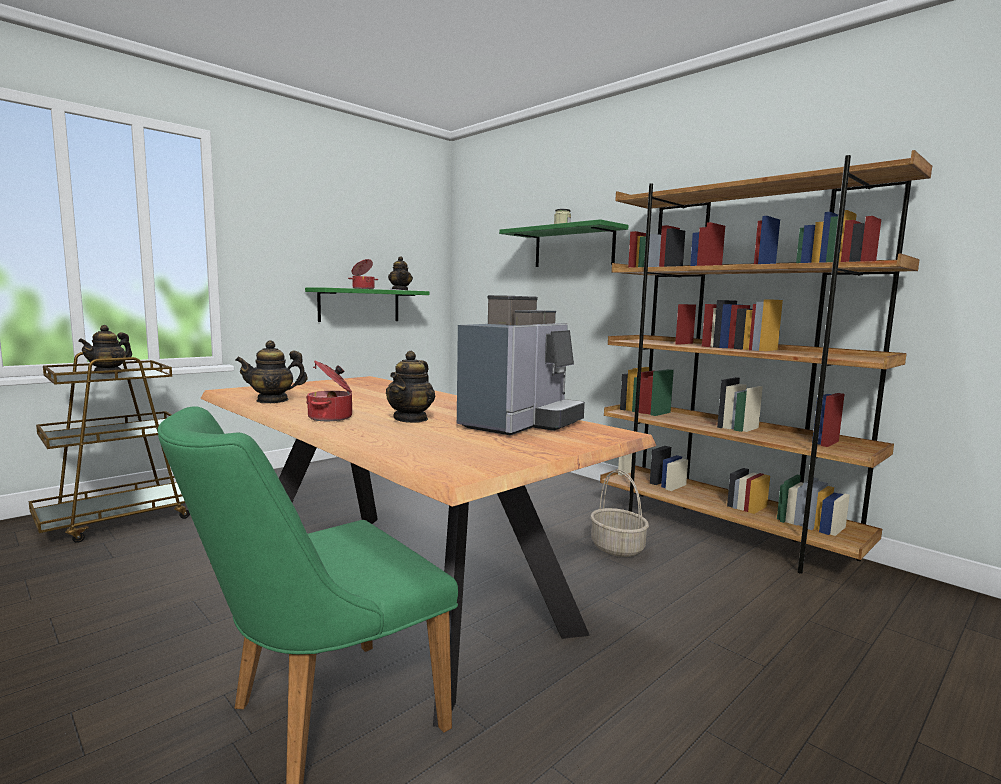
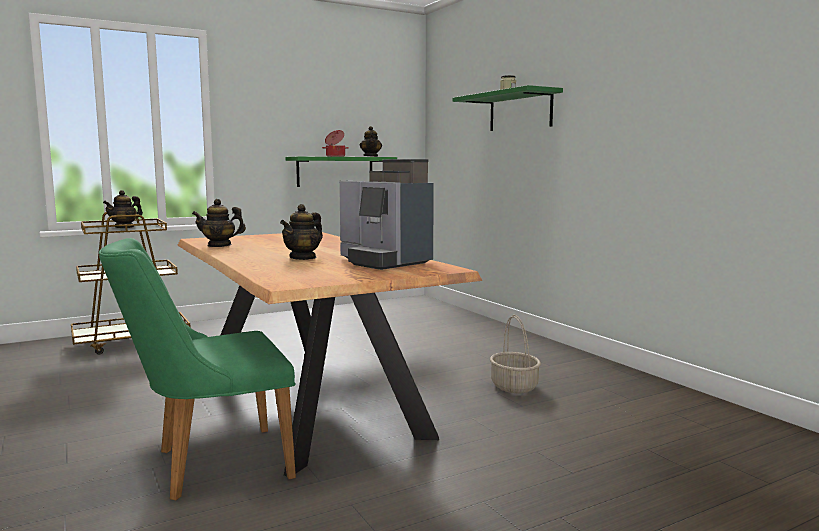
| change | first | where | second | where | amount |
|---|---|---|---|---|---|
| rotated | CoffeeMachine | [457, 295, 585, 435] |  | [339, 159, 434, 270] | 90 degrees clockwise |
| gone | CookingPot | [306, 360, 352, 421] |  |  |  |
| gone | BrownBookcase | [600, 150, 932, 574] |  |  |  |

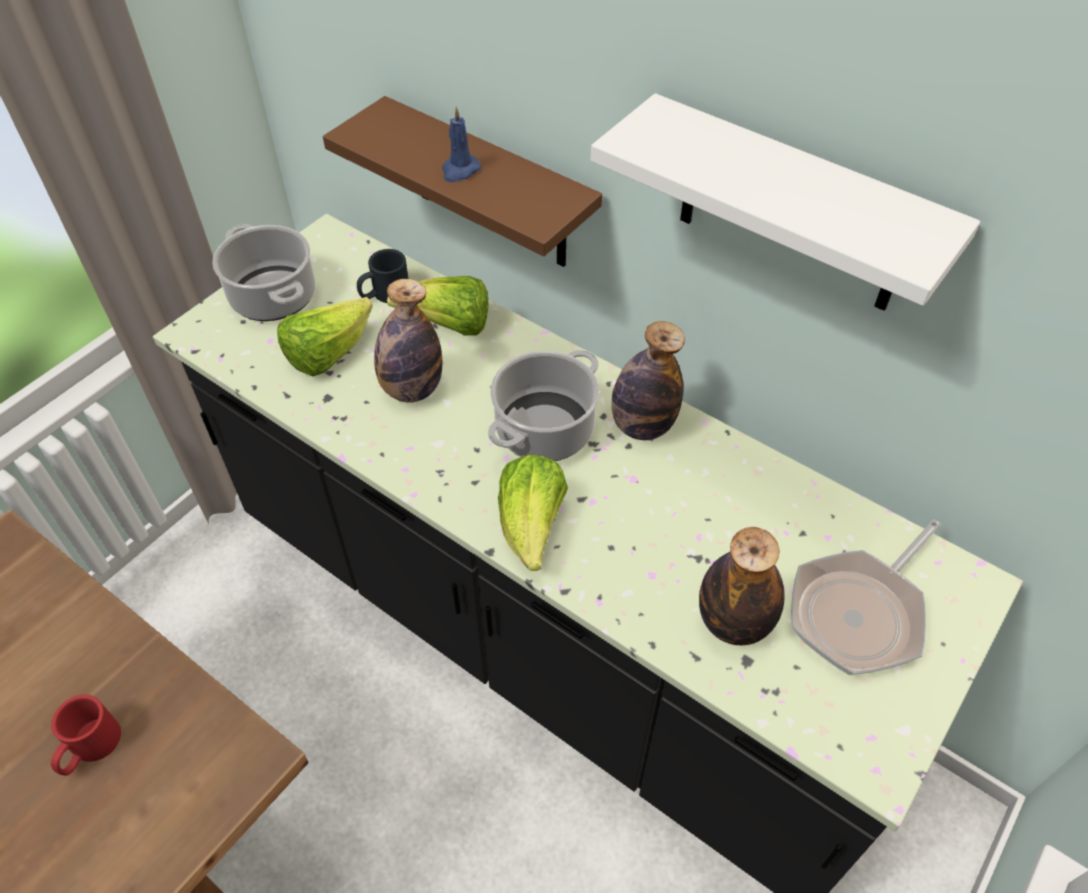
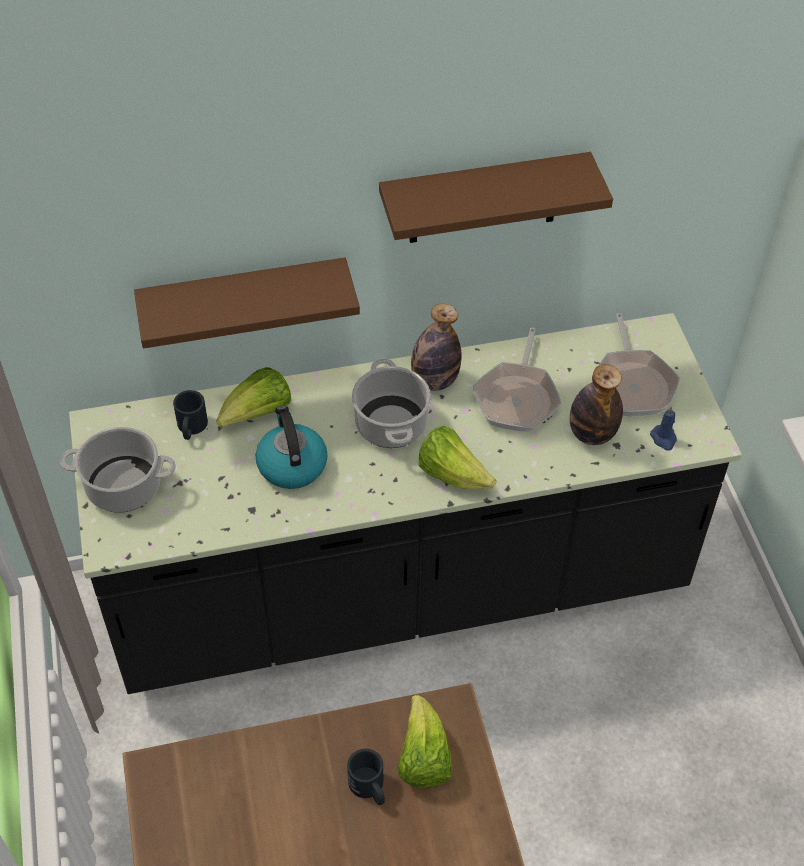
| change | first | where | second | where | amount |
|---|---|---|---|---|---|
| swapped | Bottle | [374, 279, 442, 403] | Kettle | [256, 406, 328, 489] |  |
| repainted | RedMug | [51, 694, 121, 776] | BlackMug | [347, 749, 385, 805] |  |
| repainted | WhiteShelf | [591, 93, 980, 311] | BrownShelf | [379, 152, 613, 243] |  |
| shifted | Lettuce | [277, 297, 373, 376] |  | [397, 695, 453, 789] |  |
| new |  |  | FryingPan | [473, 328, 562, 432] |  |
| shifted | BlueCandle | [442, 107, 481, 182] |  | [650, 406, 677, 450] |  |

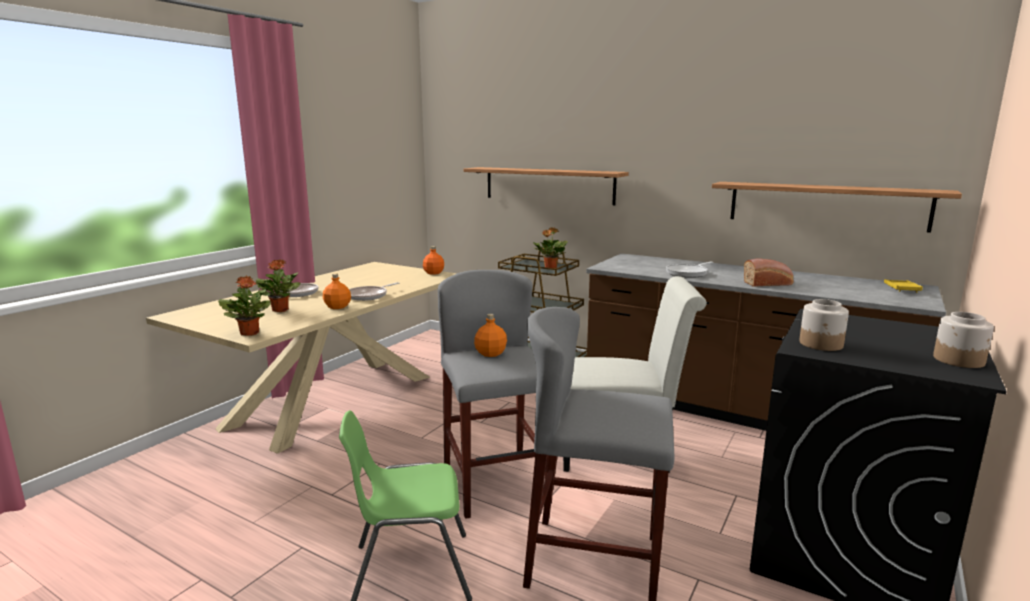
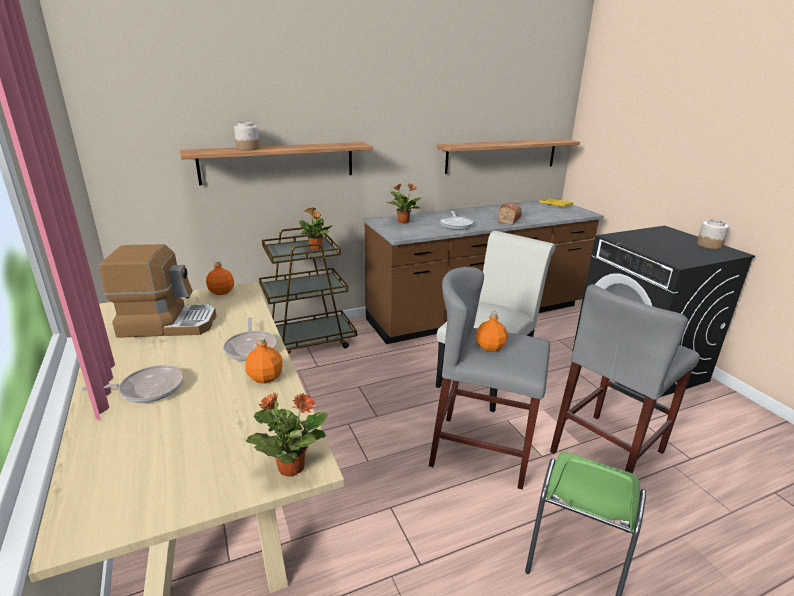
| change | first | where | second | where | amount |
|---|---|---|---|---|---|
| new |  |  | CoffeeMachine | [99, 244, 216, 338] |  |
| shifted | Jar | [799, 299, 849, 351] |  | [234, 122, 260, 151] |  |
| shifted | PottedPlant | [256, 259, 300, 312] |  | [386, 183, 422, 223] |  |

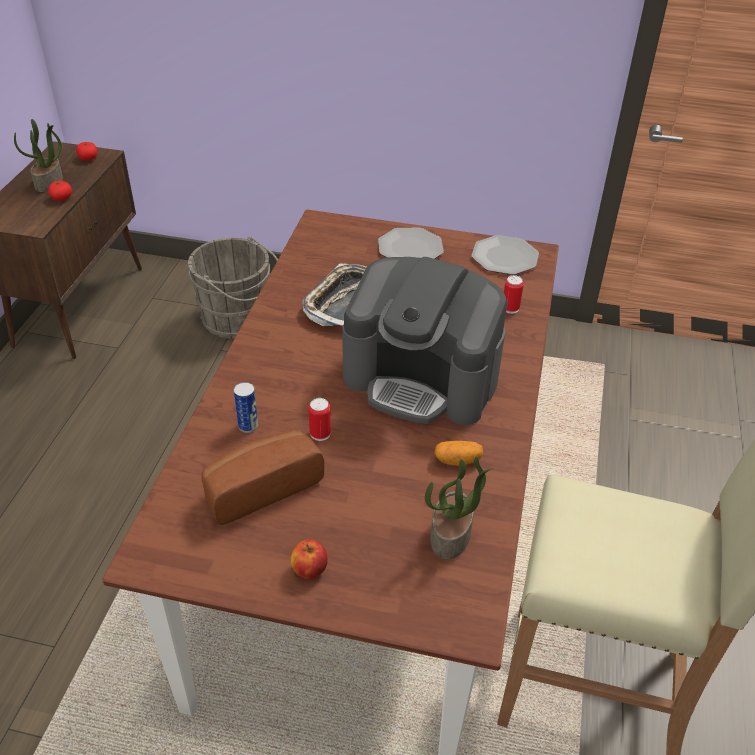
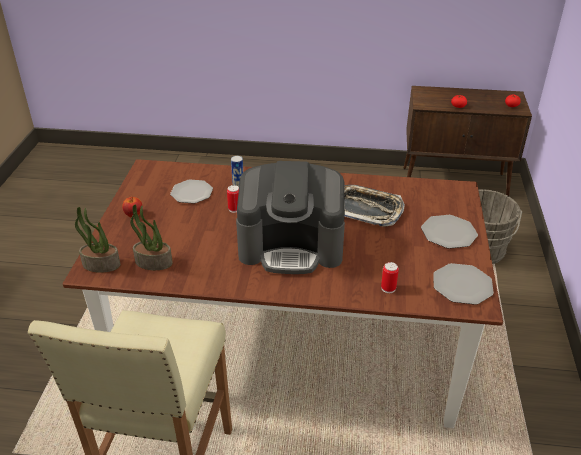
| change | first | where | second | where | amount |
|---|---|---|---|---|---|
| shifted | PottedPlant | [14, 119, 63, 192] |  | [75, 207, 120, 273] |  |
| swapped | Bread | [201, 430, 324, 525] | Plate | [170, 179, 213, 203] |  |
| rotated | CoffeeMachine | [342, 257, 507, 425] |  | [236, 161, 345, 274] | 105 degrees counterclockwise |
| gone | Potato | [434, 441, 484, 466] |  |  |  |

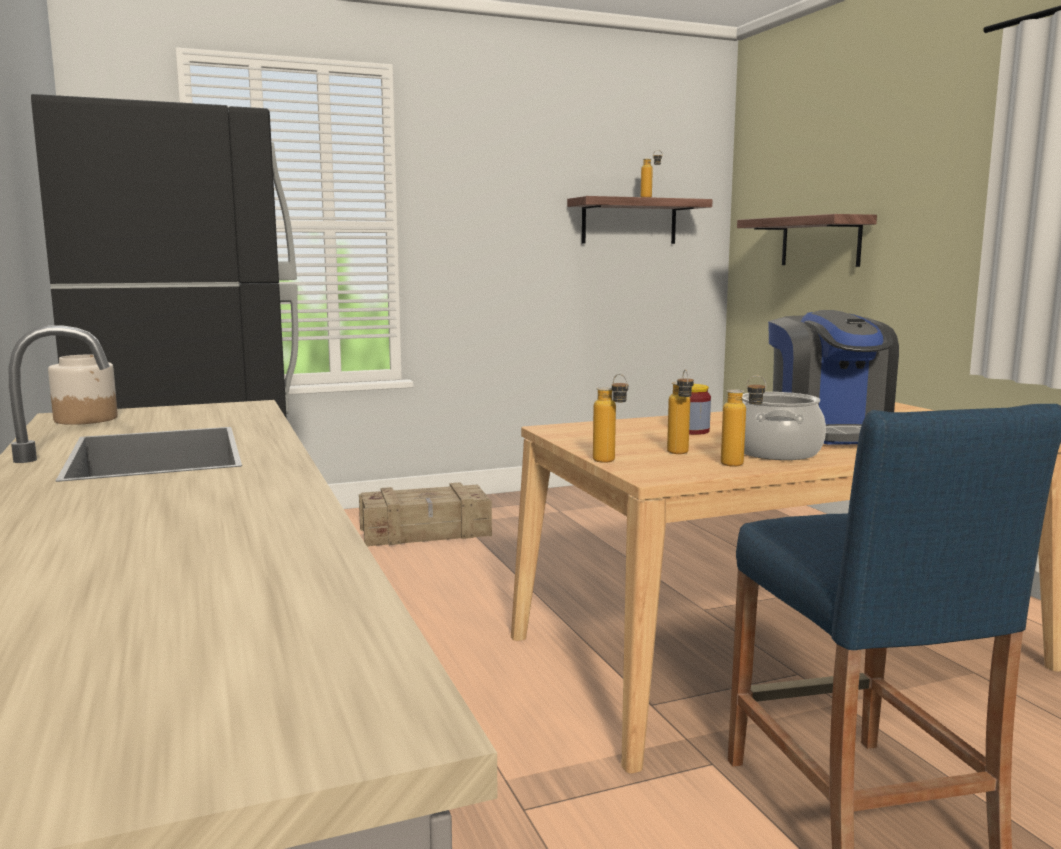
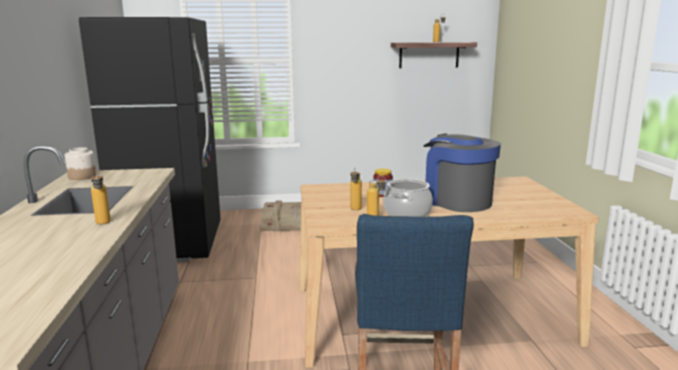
| change | first | where | second | where | amount |
|---|---|---|---|---|---|
| shifted | Bottle | [593, 374, 628, 463] |  | [91, 172, 111, 224] |  |
| rotated | CoffeeMachine | [768, 310, 899, 445] |  | [423, 134, 501, 212] | 135 degrees clockwise |
| gone | Shelf | [737, 214, 877, 267] |  |  |  |

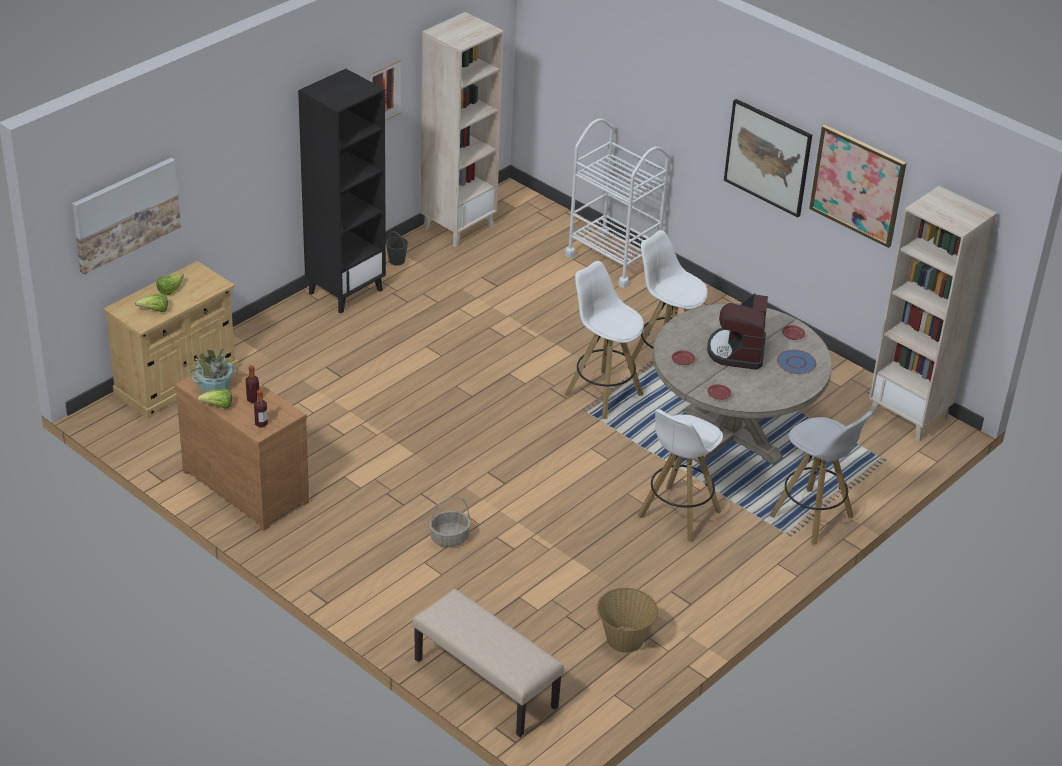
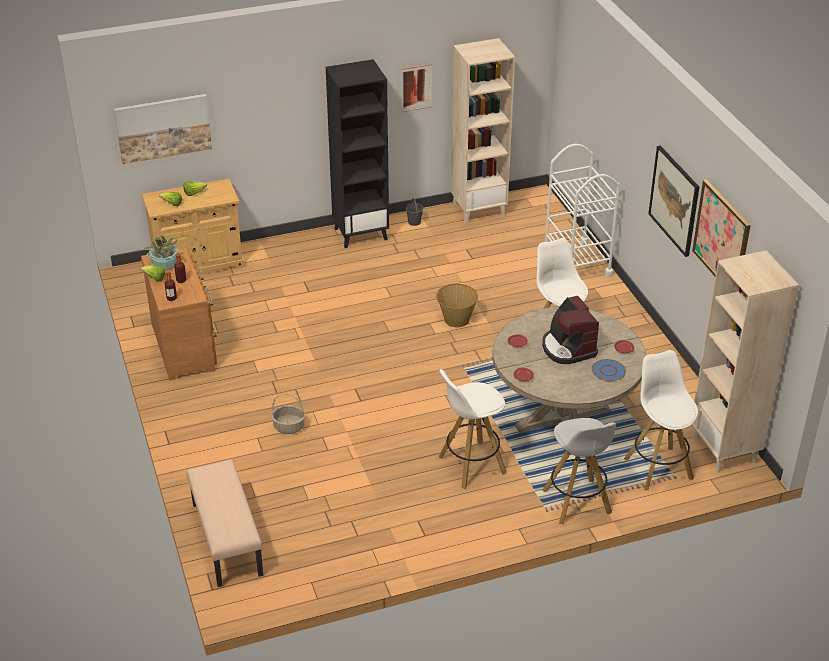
| change | first | where | second | where | amount |
|---|---|---|---|---|---|
| shifted | Basket | [597, 588, 658, 653] |  | [436, 284, 478, 327] |  |
| rotated | CoffeeMachine | [707, 294, 768, 370] |  | [542, 296, 599, 364] | 60 degrees counterclockwise |
| shifted | WhiteStool | [565, 261, 644, 419] |  | [624, 350, 698, 491] |  |

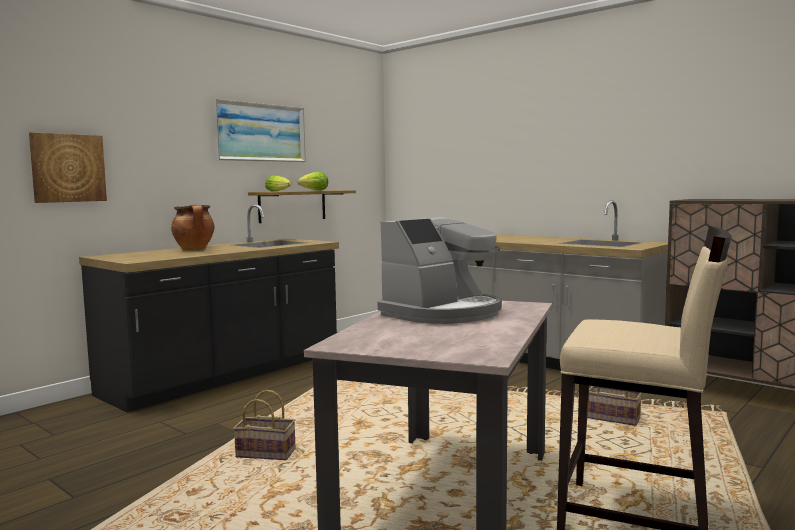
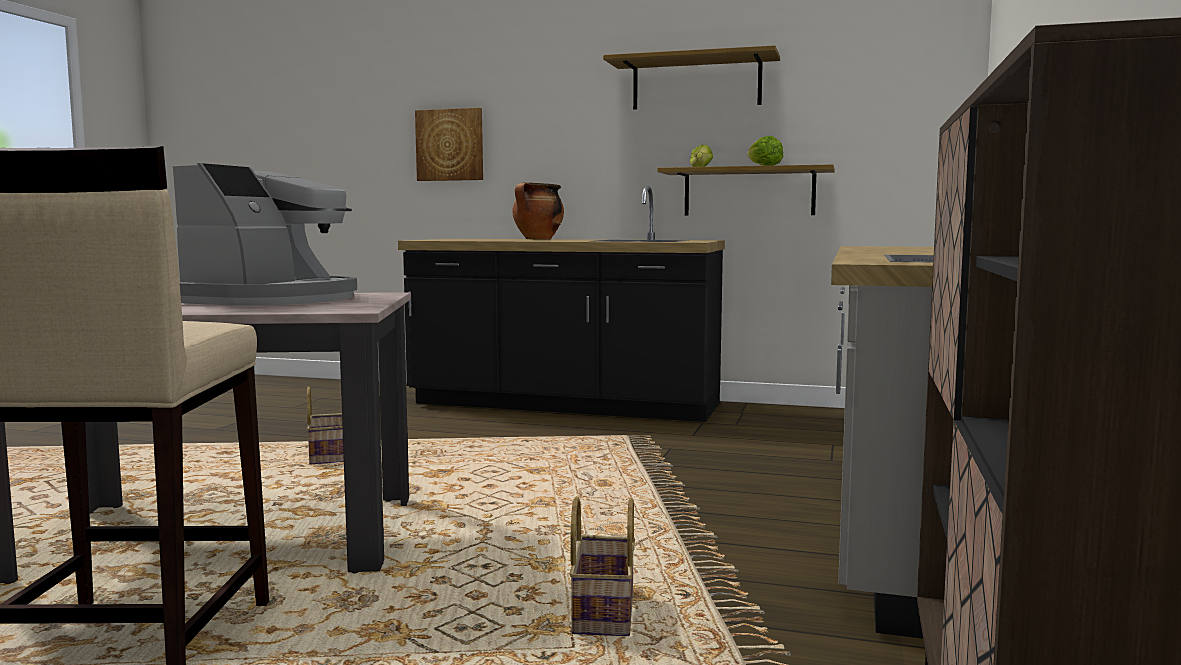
| change | first | where | second | where | amount |
|---|---|---|---|---|---|
| rotated | CoffeeMachine | [378, 217, 502, 324] |  | [173, 163, 357, 306] | 90 degrees counterclockwise |
| swapped | Picture | [213, 99, 306, 162] | Shelf | [603, 45, 780, 109] |  |

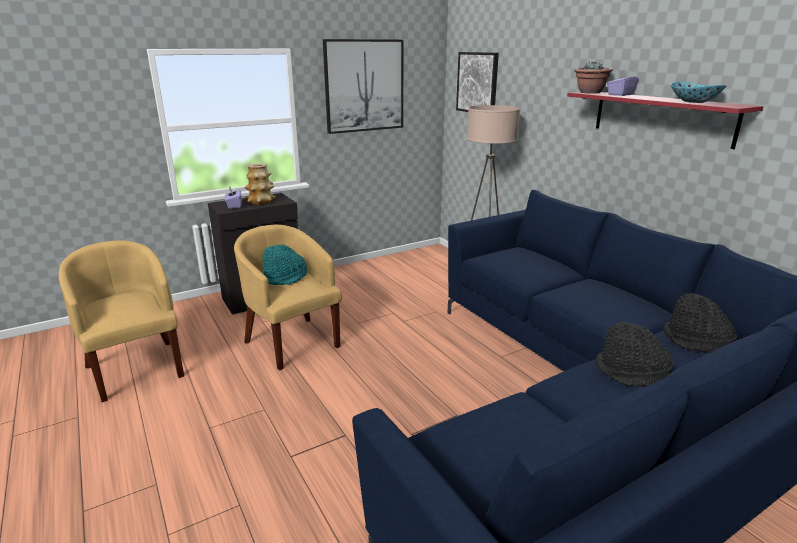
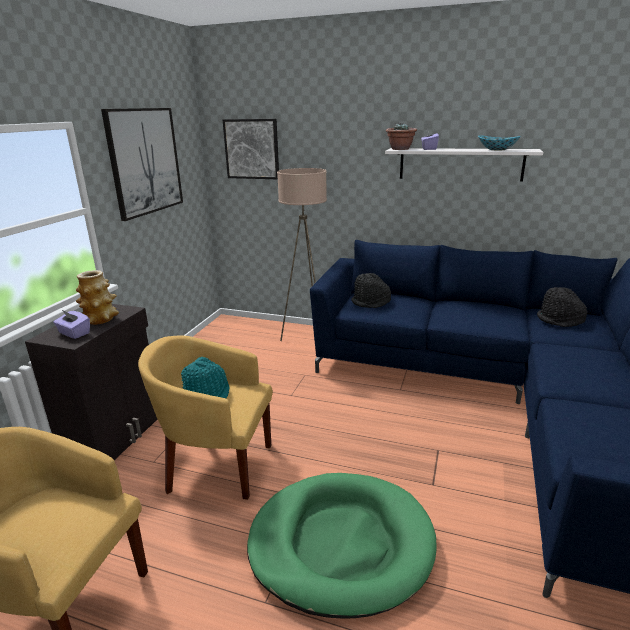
| change | first | where | second | where | amount |
|---|---|---|---|---|---|
| new |  |  | GreenDogBed | [247, 473, 437, 619] |  |
| shifted | BlackHat | [596, 322, 674, 387] |  | [351, 273, 391, 308] |  |
| repainted | RedShelf | [567, 92, 763, 149] | WhiteShelf | [385, 148, 543, 182] |  |

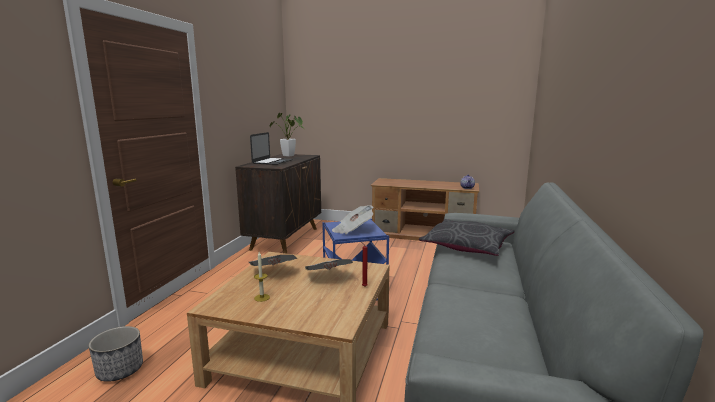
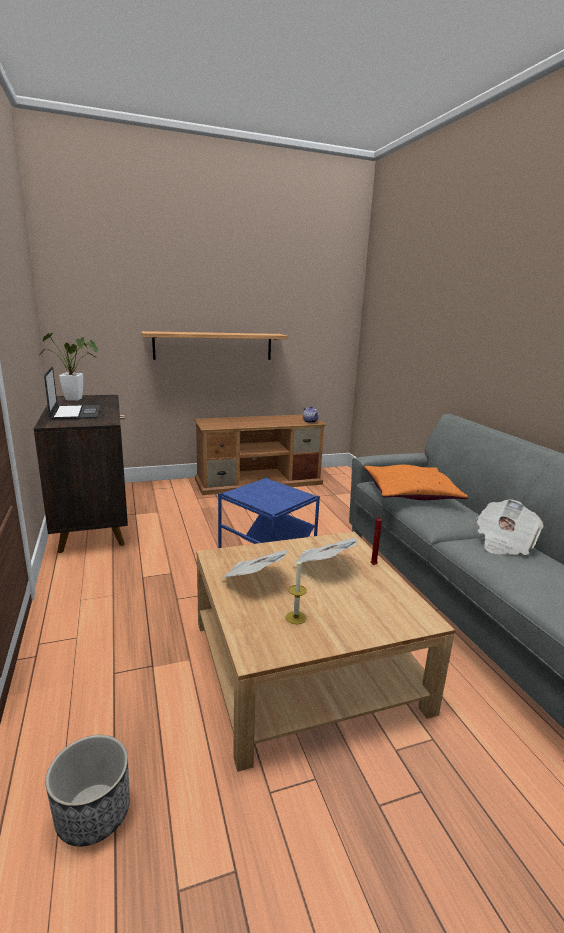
| change | first | where | second | where | amount |
|---|---|---|---|---|---|
| new |  |  | Shelf | [141, 331, 288, 360] |  |
| repainted | GreyPillow | [419, 219, 515, 256] | OrangePillow | [364, 465, 468, 500] |  |
| shifted | Newspaper | [332, 205, 374, 234] |  | [476, 499, 544, 555] |  |

